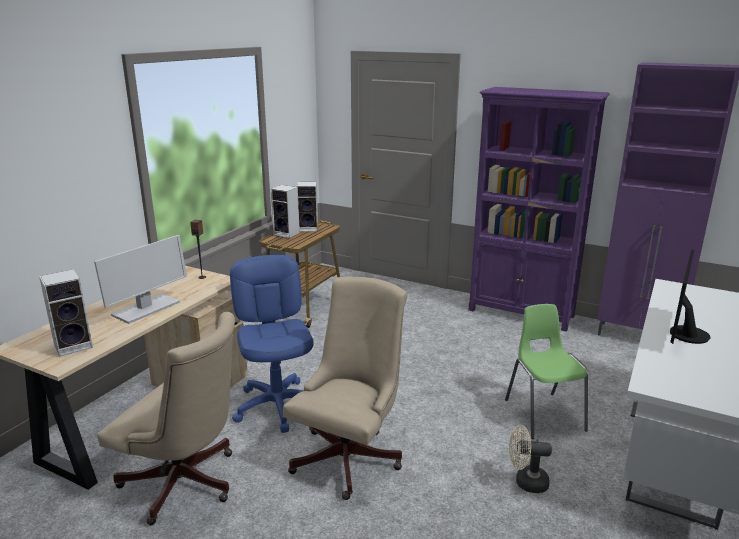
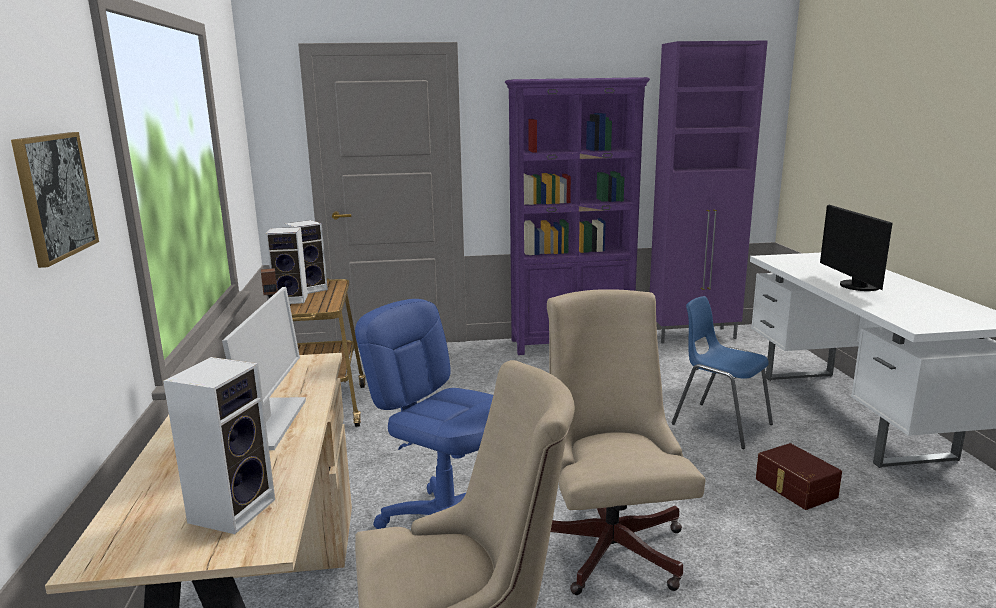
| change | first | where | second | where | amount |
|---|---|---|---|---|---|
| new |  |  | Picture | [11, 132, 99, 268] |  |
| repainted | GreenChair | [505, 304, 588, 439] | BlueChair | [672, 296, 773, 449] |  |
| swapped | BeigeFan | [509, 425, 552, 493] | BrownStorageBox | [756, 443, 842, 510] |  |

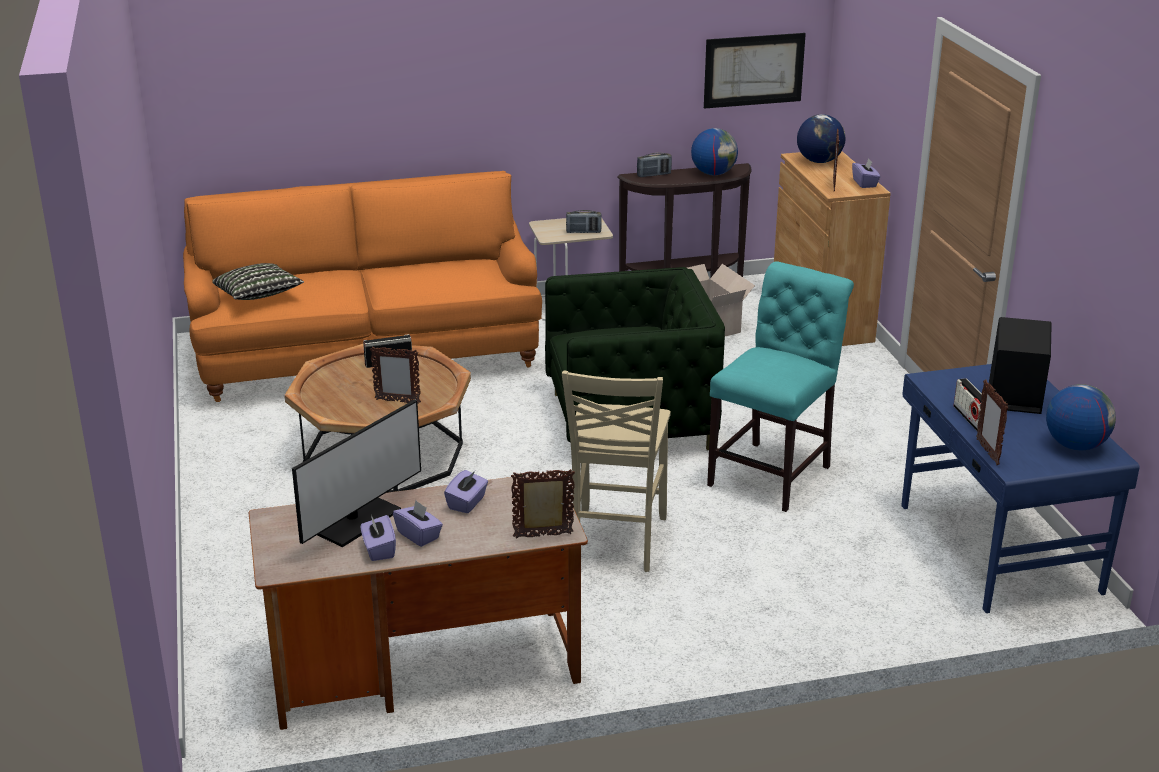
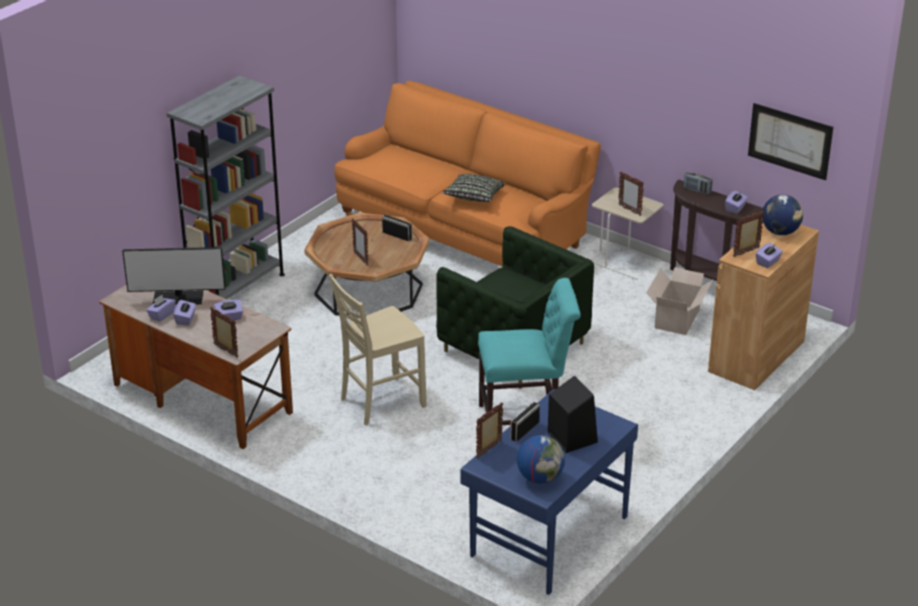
| change | first | where | second | where | amount |
|---|---|---|---|---|---|
| new |  |  | GreyBookcase | [167, 75, 285, 299] |  |
| shifted | Pillow | [212, 263, 304, 300] |  | [442, 174, 506, 202] |  |
| swapped | Radio | [566, 210, 602, 233] | PictureFrame | [618, 171, 644, 216] |  |
| swapped | Globe | [691, 128, 738, 175] | PurpleTissueBox | [725, 190, 748, 214] |  |

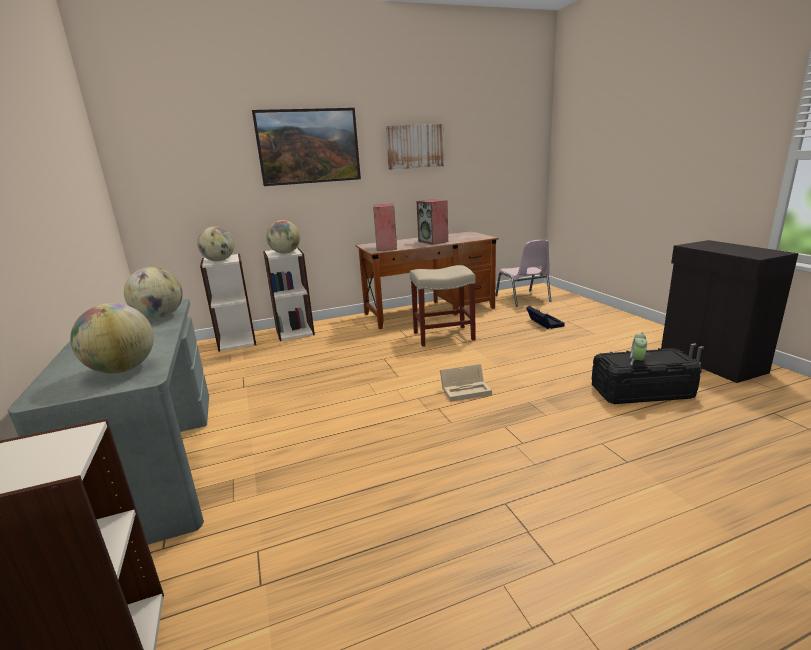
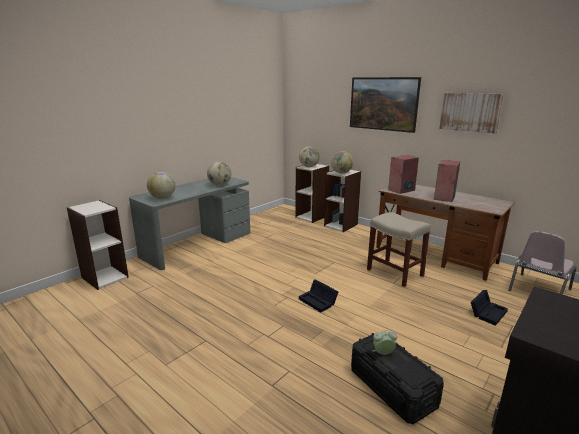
| change | first | where | second | where | amount |
|---|---|---|---|---|---|
| repainted | BeigeStorageBox | [440, 364, 492, 402] | BlackStorageBox | [299, 279, 339, 313] |  |

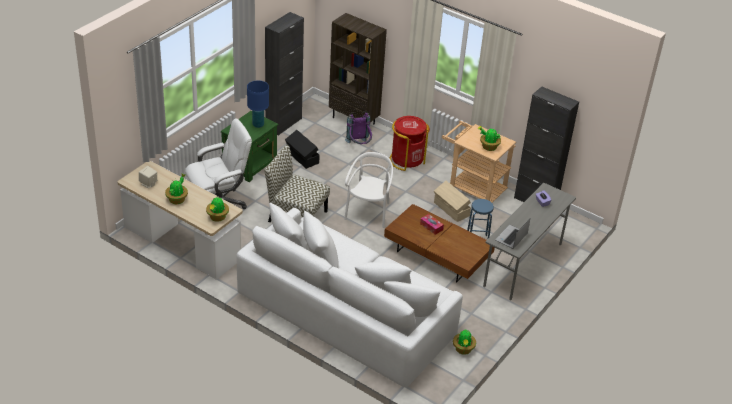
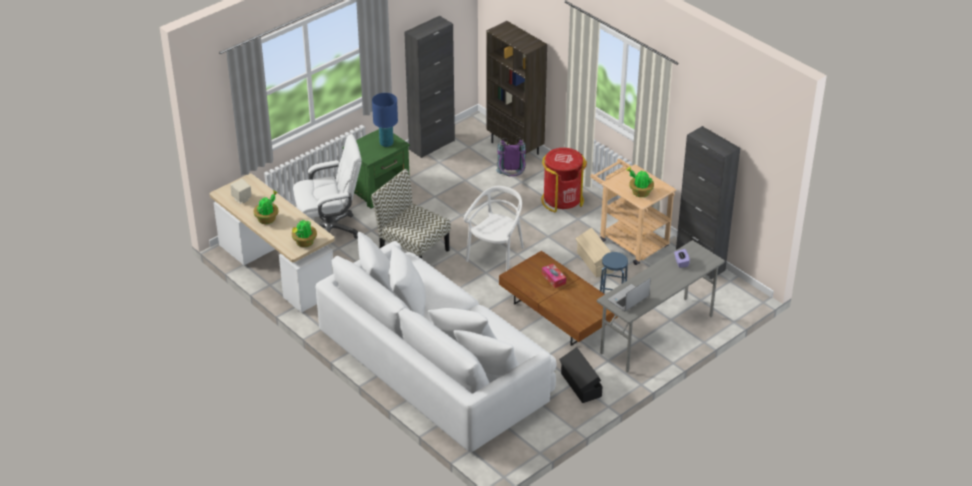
| change | first | where | second | where | amount |
|---|---|---|---|---|---|
| shifted | BlackStorageBox | [285, 130, 319, 169] |  | [559, 347, 603, 403] |  |
| gone | PottedPlant | [453, 329, 476, 355] |  |  |  |

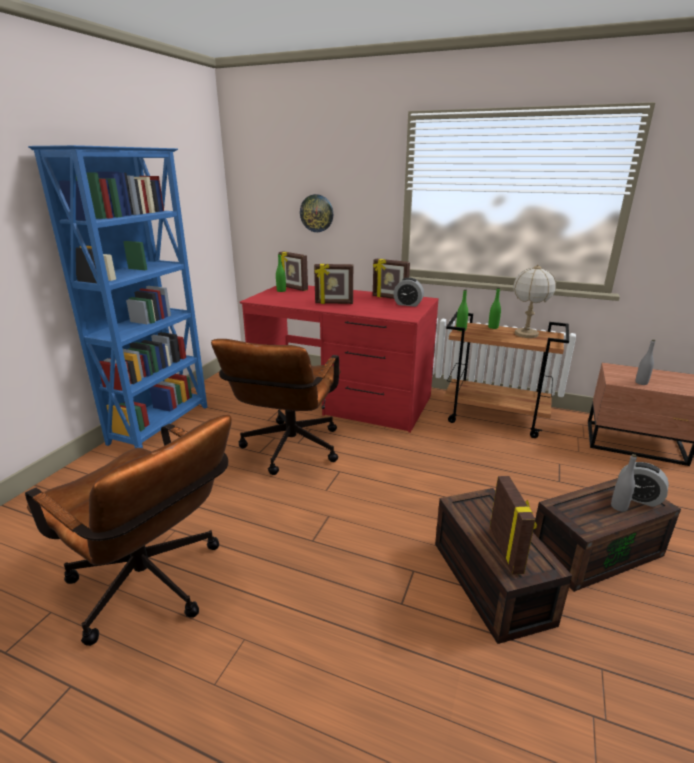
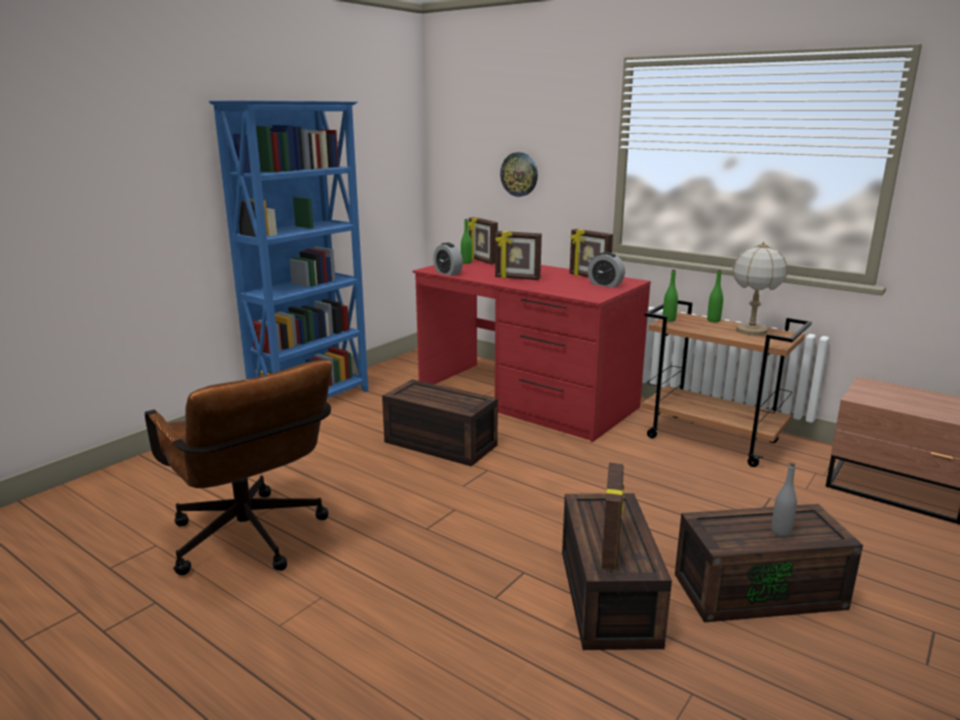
| change | first | where | second | where | amount |
|---|---|---|---|---|---|
| swapped | BrownOfficeChair | [211, 339, 341, 475] | BrownStorageBox | [382, 379, 498, 466] |  |
| shifted | AlarmClock | [618, 462, 669, 507] |  | [433, 243, 463, 276] |  |
| gone | GreyBottle | [635, 340, 655, 385] |  |  |  |

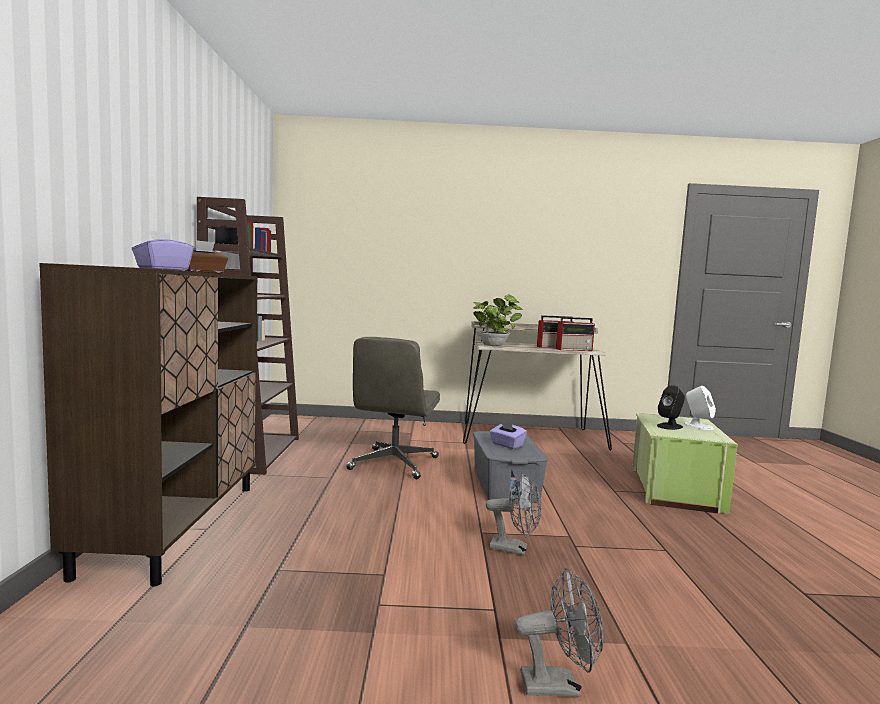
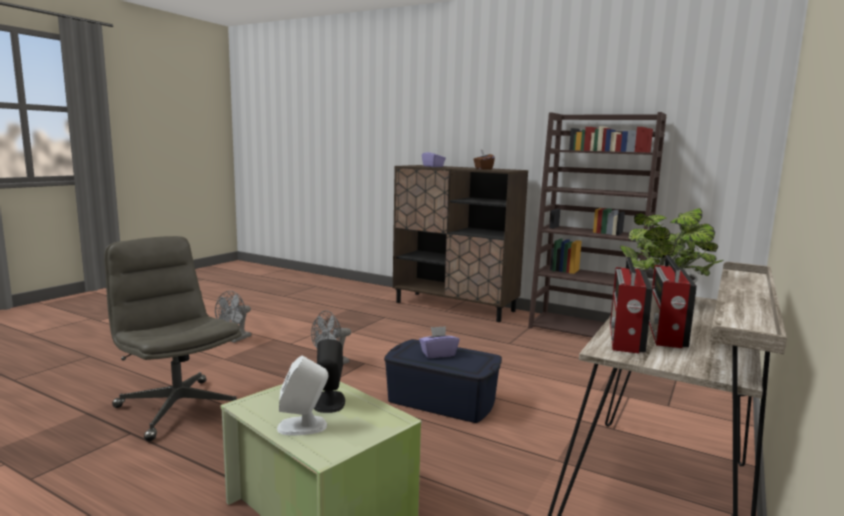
| change | first | where | second | where | amount |
|---|---|---|---|---|---|
| shifted | GreyOfficeChair | [346, 337, 440, 479] |  | [104, 236, 242, 441] |  |
| repainted | GreyStorageBox | [473, 431, 548, 503] | BlueStorageBox | [384, 339, 502, 423] |  |

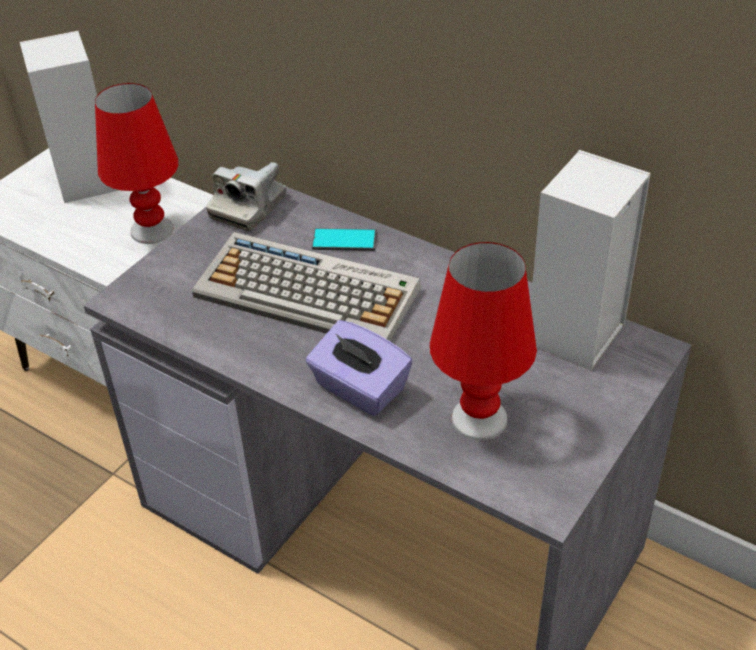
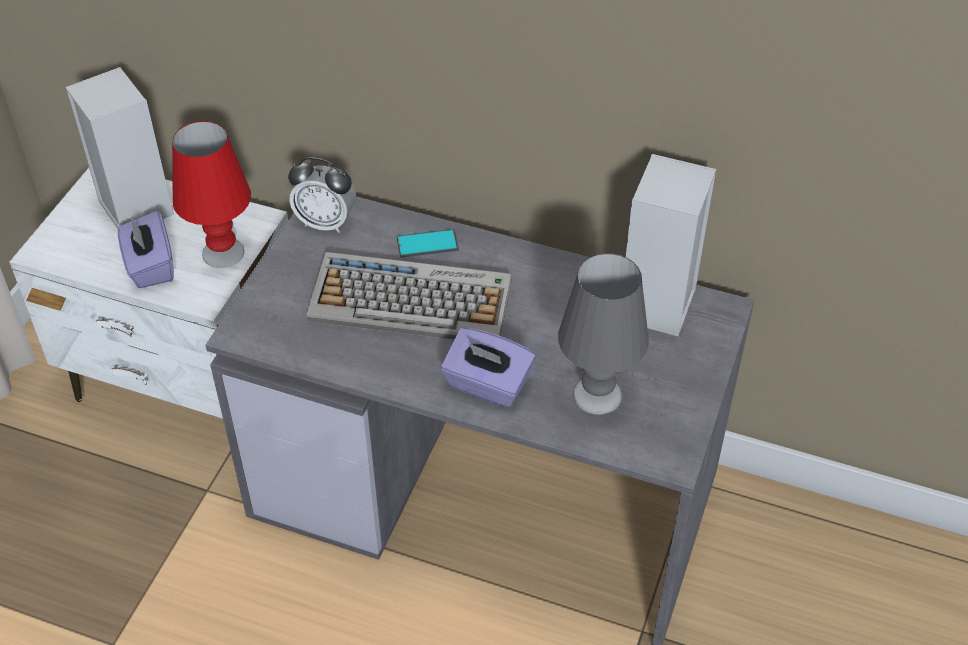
| change | first | where | second | where | amount |
|---|---|---|---|---|---|
| new |  |  | PurpleTissueBox | [118, 211, 174, 288] |  |
| swapped | PhotoCamera | [206, 162, 286, 231] | AlarmClock | [288, 157, 356, 233] |  |
| repainted | RedTableLamp | [430, 242, 537, 440] | GreyTableLamp | [558, 253, 649, 415] |  |

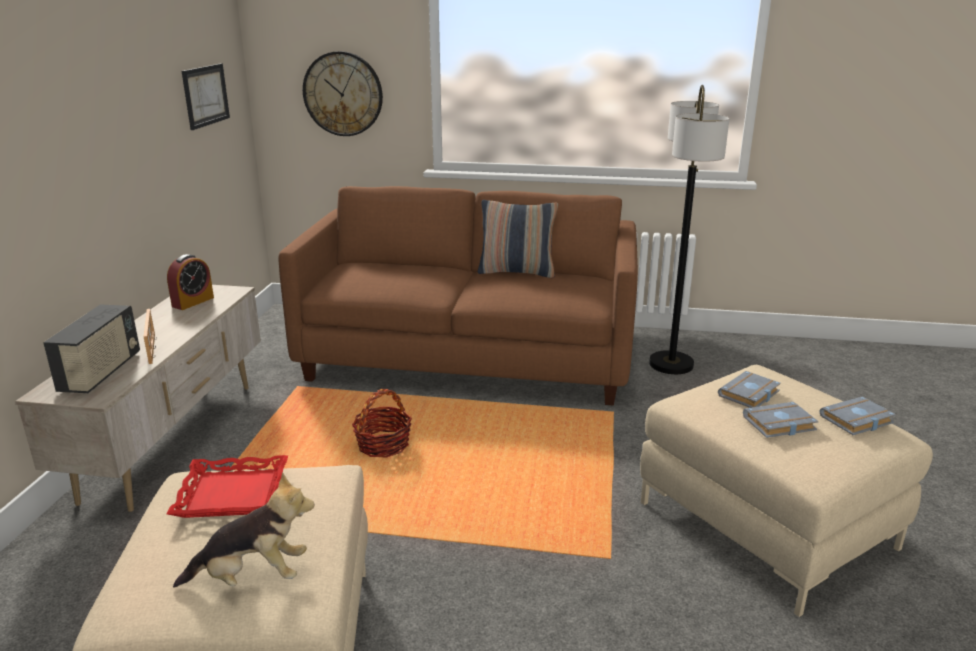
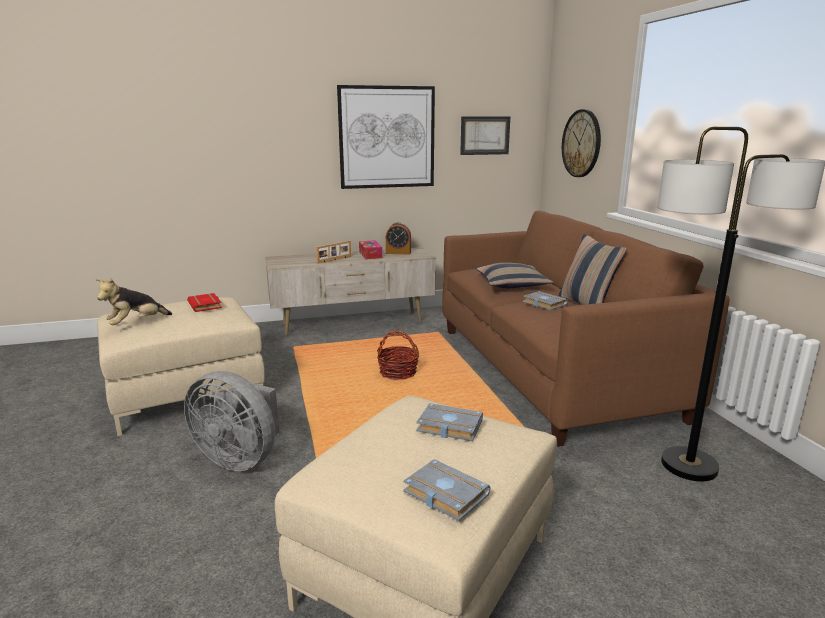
| change | first | where | second | where | amount |
|---|---|---|---|---|---|
| rotated | PlushToy | [173, 472, 315, 588] |  | [96, 278, 172, 325] | 75 degrees clockwise |
| new |  |  | GreyFan | [184, 371, 279, 471] |  |
| swapped | RedTray | [167, 455, 288, 518] | RedBook | [187, 293, 222, 312] |  |
| new |  |  | Picture | [337, 85, 435, 189] |  |
| new |  |  | TissueBox | [359, 240, 382, 259] |  |
| new |  |  | Pillow | [475, 263, 553, 288] |  |
| shifted | GreyBook | [743, 402, 819, 438] |  | [523, 291, 568, 310] |  |
| gone | Radio | [43, 304, 140, 393] |  |  |  |

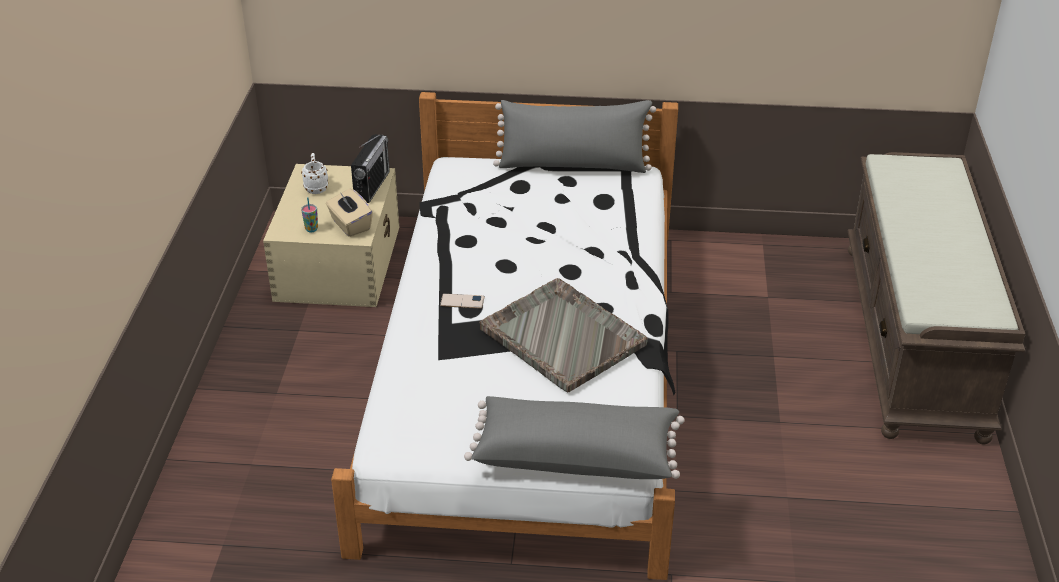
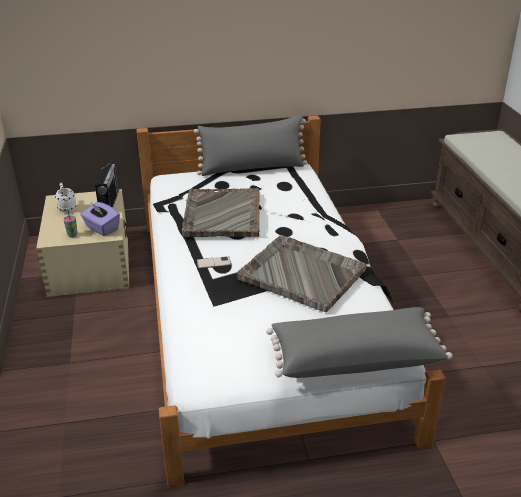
| change | first | where | second | where | amount |
|---|---|---|---|---|---|
| repainted | BeigeTissueBox | [326, 188, 373, 237] | PurpleTissueBox | [80, 202, 120, 236] |  |
| new |  |  | GreyTray | [182, 188, 260, 237] |  |

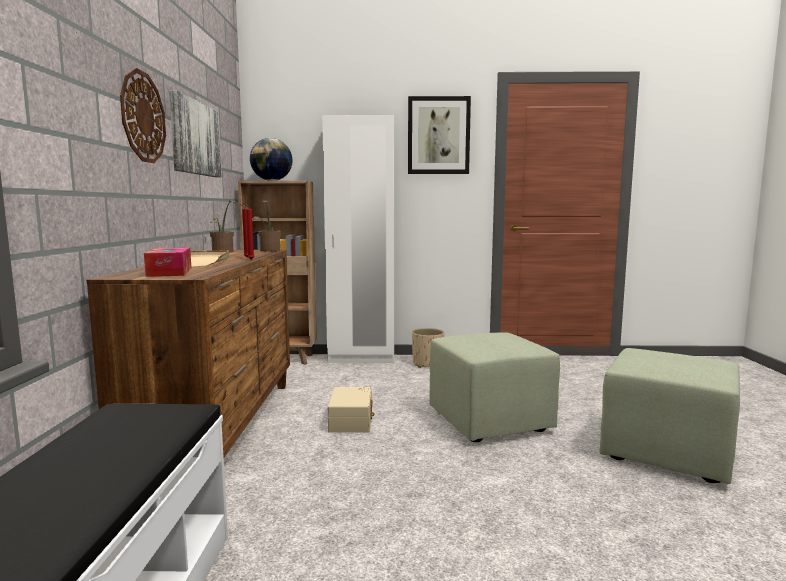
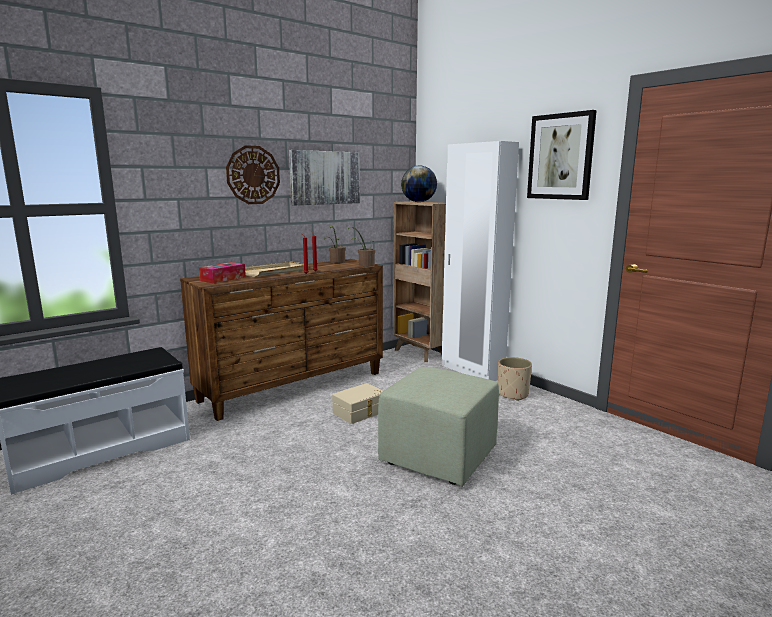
| change | first | where | second | where | amount |
|---|---|---|---|---|---|
| gone | GreenOttoman | [599, 348, 740, 484] |  |  |  |

